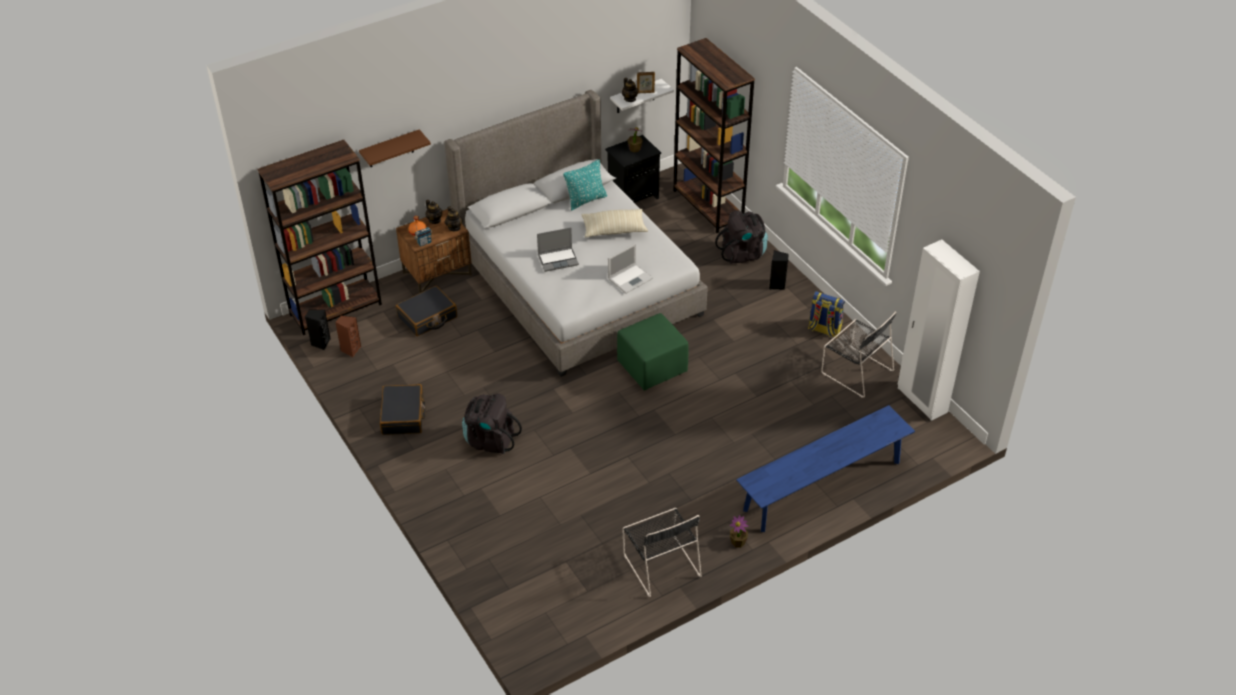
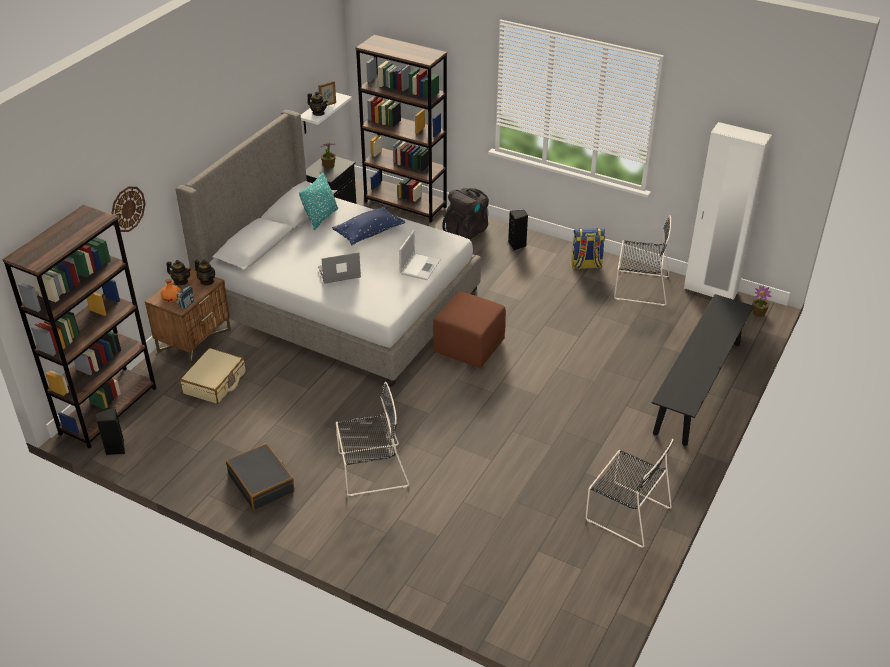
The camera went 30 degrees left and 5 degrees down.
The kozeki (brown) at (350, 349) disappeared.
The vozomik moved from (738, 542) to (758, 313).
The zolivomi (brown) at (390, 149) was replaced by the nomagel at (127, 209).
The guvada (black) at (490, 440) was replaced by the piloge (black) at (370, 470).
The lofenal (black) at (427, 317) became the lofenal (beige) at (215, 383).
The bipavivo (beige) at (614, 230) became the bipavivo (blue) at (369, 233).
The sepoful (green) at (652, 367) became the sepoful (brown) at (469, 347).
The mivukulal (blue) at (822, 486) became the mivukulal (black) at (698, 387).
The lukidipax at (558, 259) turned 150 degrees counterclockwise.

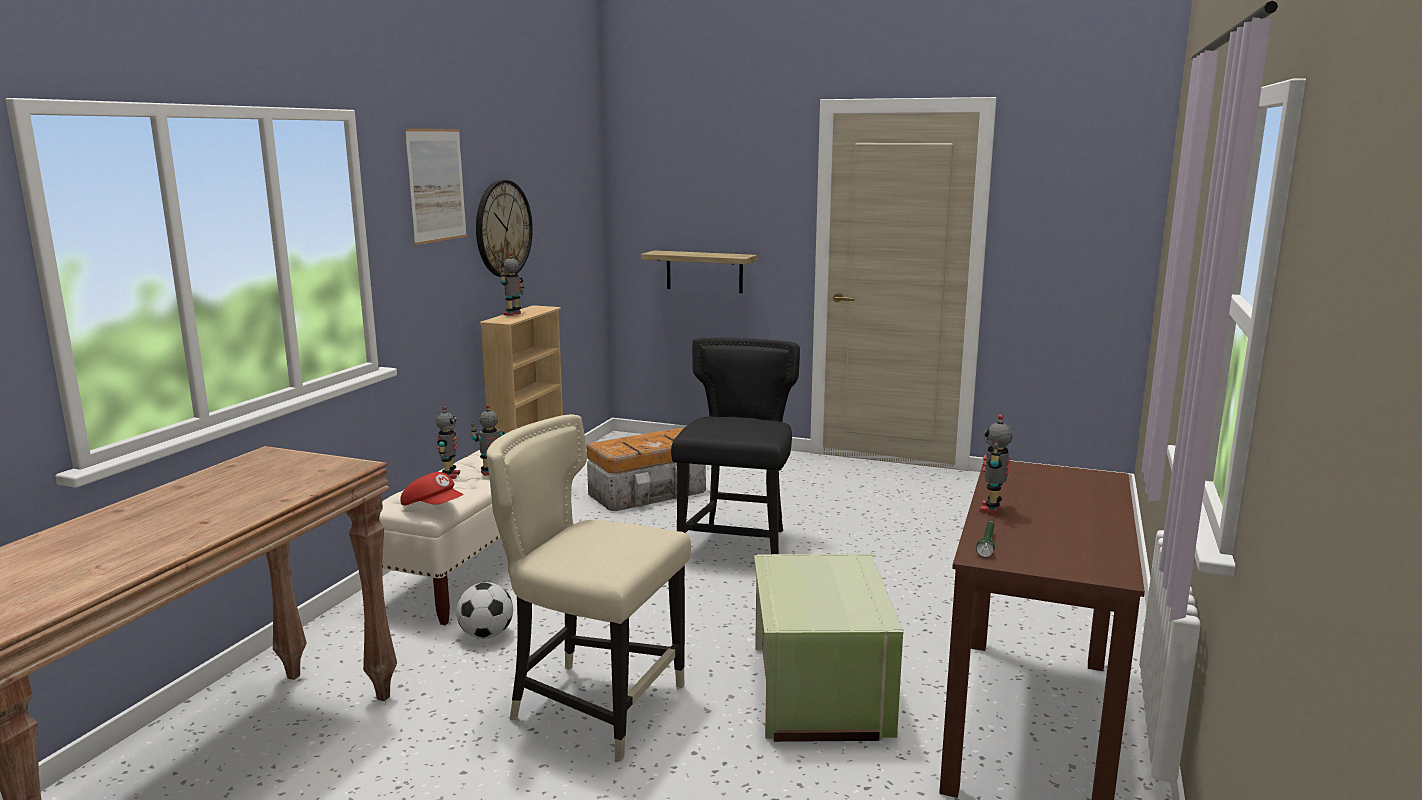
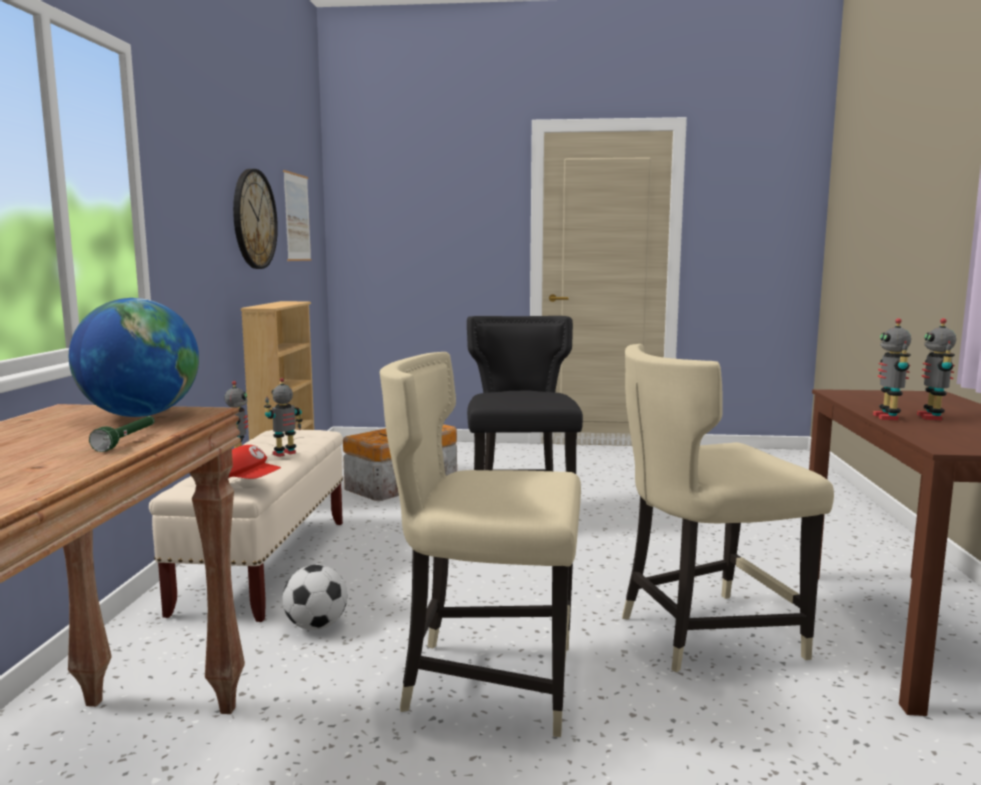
The camera went 15 degrees left and 5 degrees down.
The zolivomi at (704, 271) disappeared.
The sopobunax at (140, 415) appeared.
The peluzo moved from (436, 185) to (297, 217).
The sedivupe moved from (513, 314) to (932, 417).
The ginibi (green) moved from (987, 544) to (127, 441).
The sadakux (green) at (817, 690) was replaced by the piloge (beige) at (704, 634).

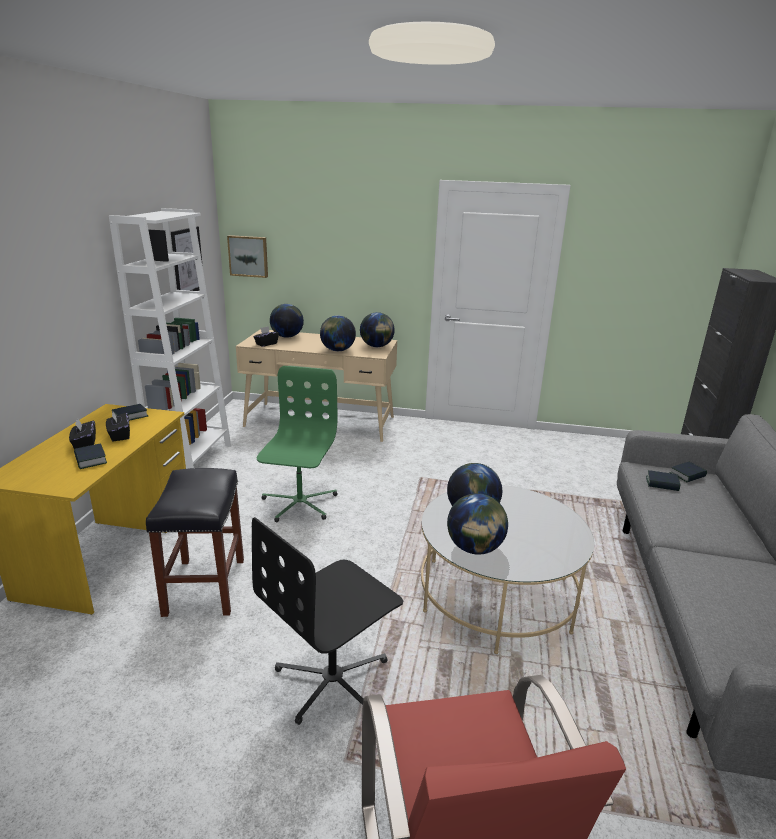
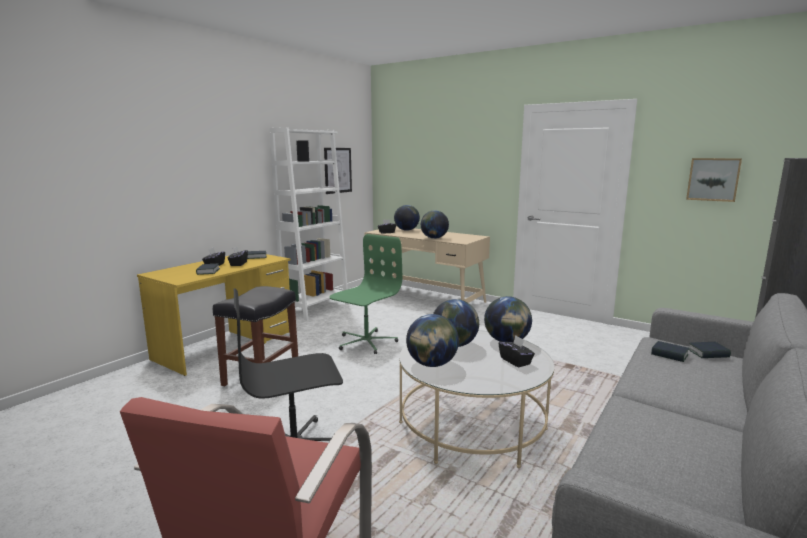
The camera went 25 degrees right and 10 degrees down.
The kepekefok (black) at (515, 361) appeared.
The peluzo moved from (248, 256) to (713, 179).
The sopobunax moved from (377, 346) to (507, 341).

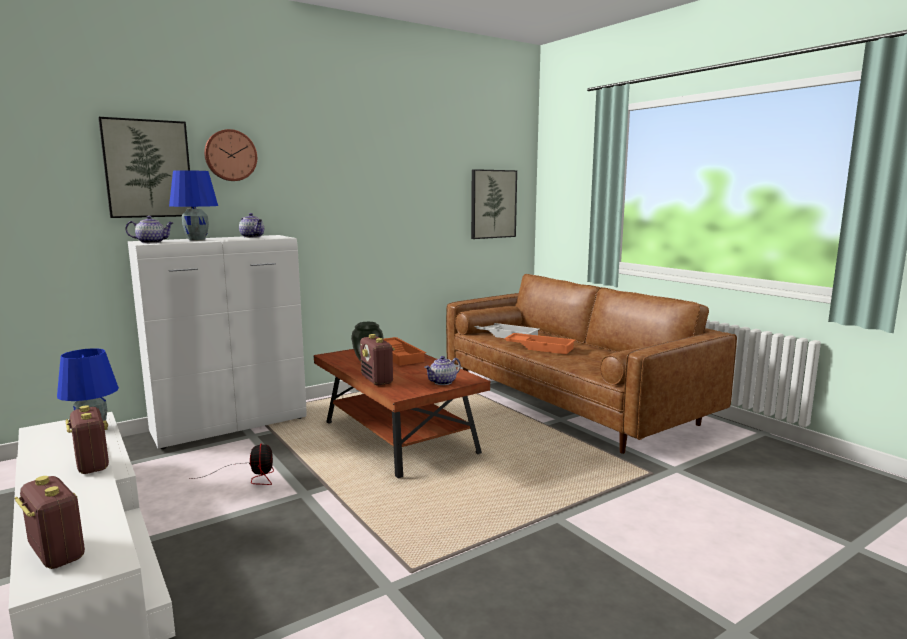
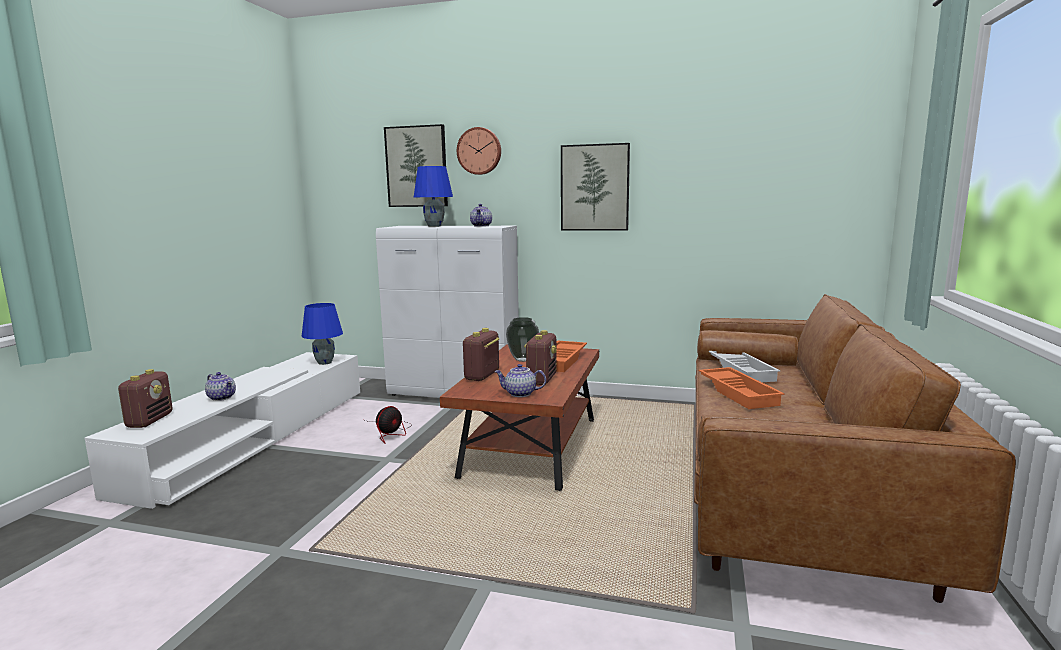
The camera went 50 degrees right and 0 degrees up.
The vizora moved from (92, 464) to (541, 379).
The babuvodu moved from (152, 242) to (222, 397).
The peluzo moved from (493, 204) to (595, 188).

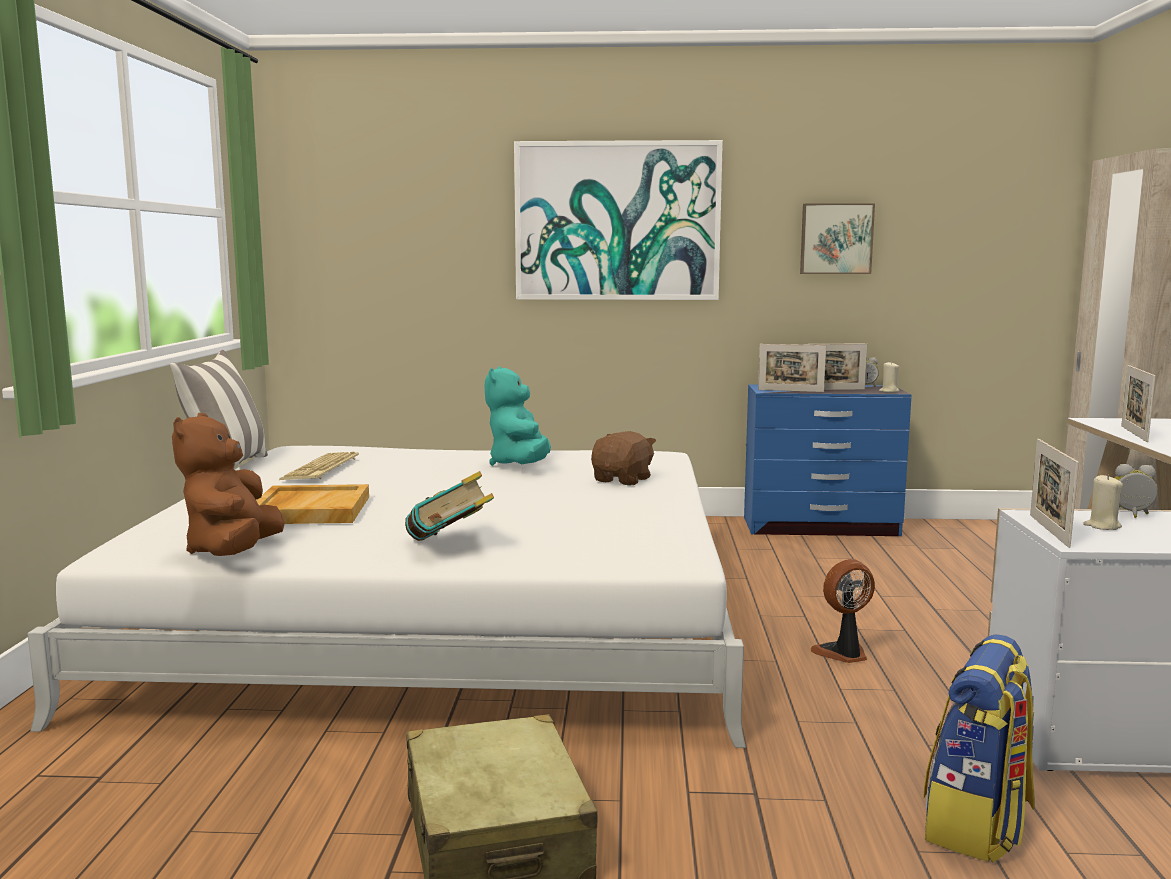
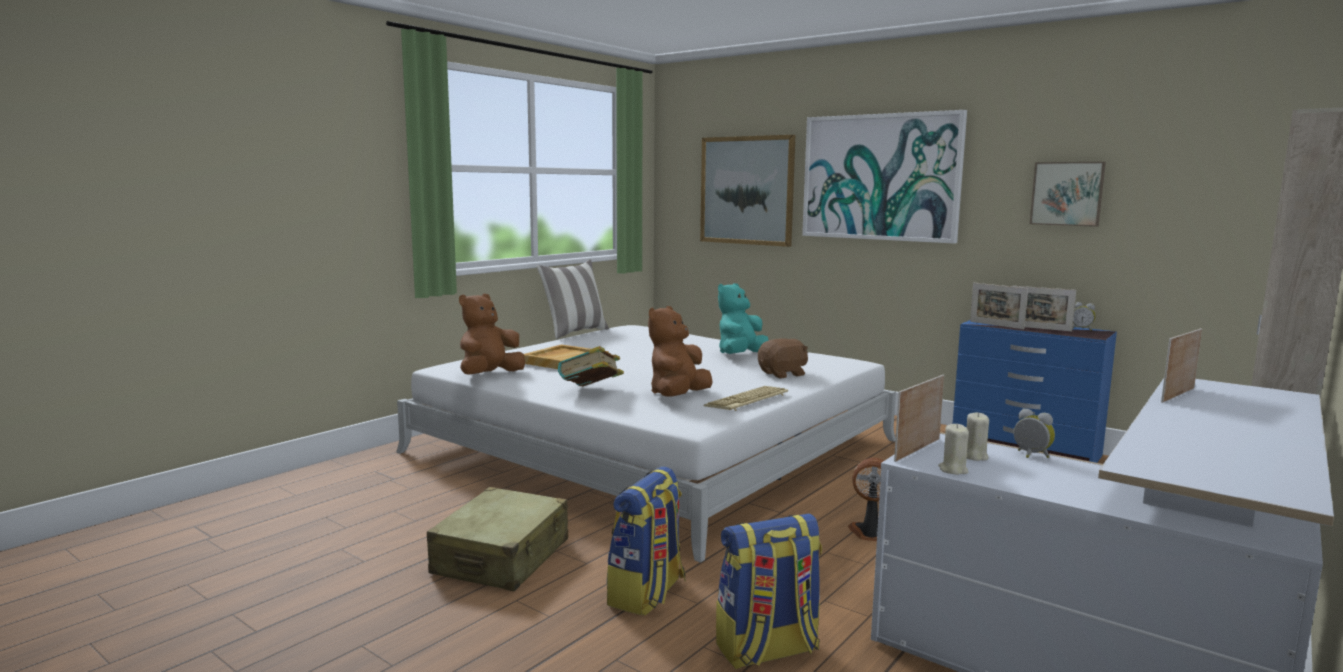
The camera went 35 degrees right and 0 degrees up.
The guvada at (647, 594) appeared.
The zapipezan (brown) at (678, 396) appeared.
The peluzo at (746, 190) appeared.
The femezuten moved from (322, 468) to (748, 400).
The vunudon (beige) moved from (889, 391) to (953, 470).

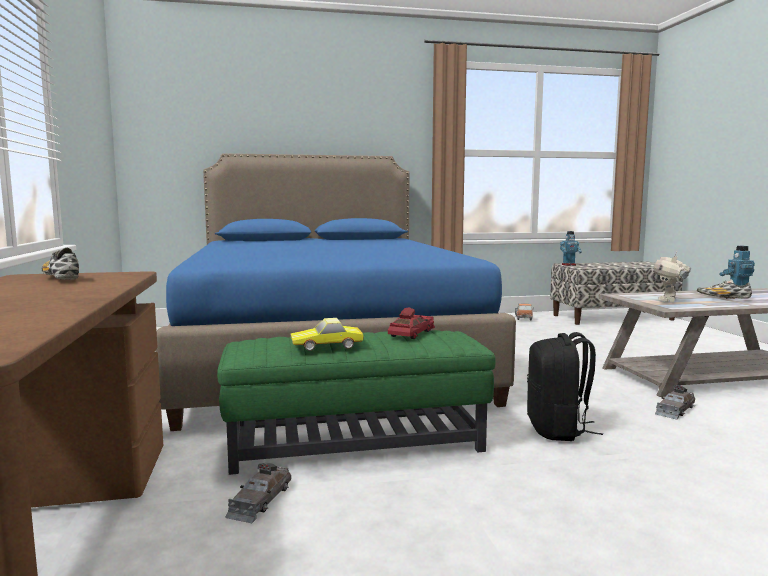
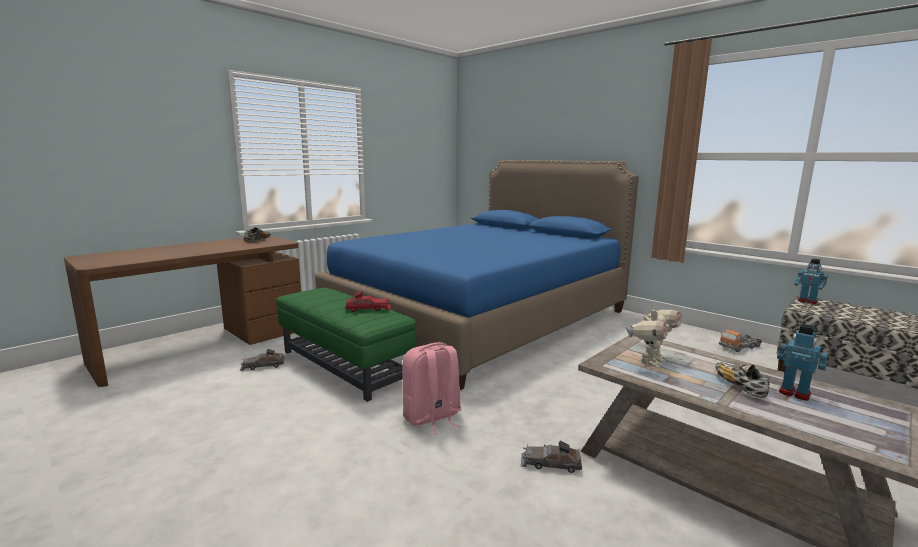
The camera went 55 degrees right and 5 degrees up.
The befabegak at (327, 345) disappeared.
The guvada (black) at (557, 430) became the guvada (pink) at (432, 417).
The sedivupe at (669, 301) turned 135 degrees clockwise.

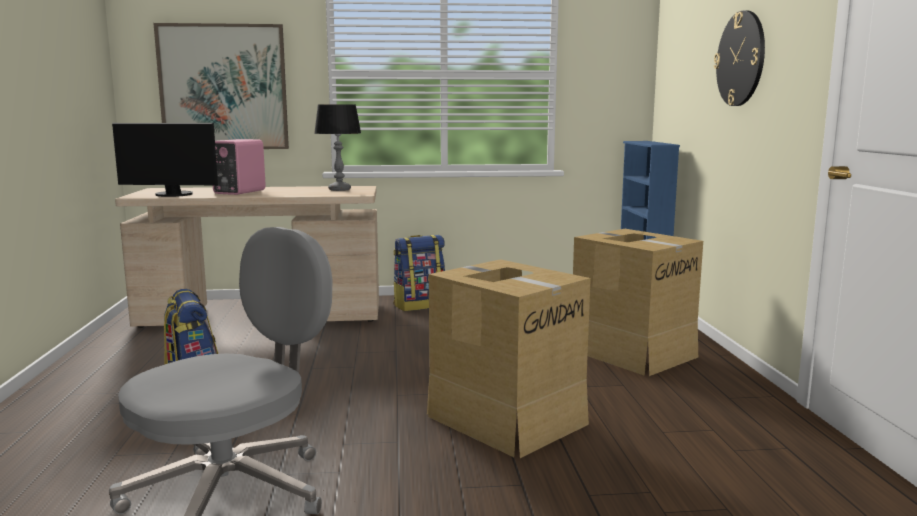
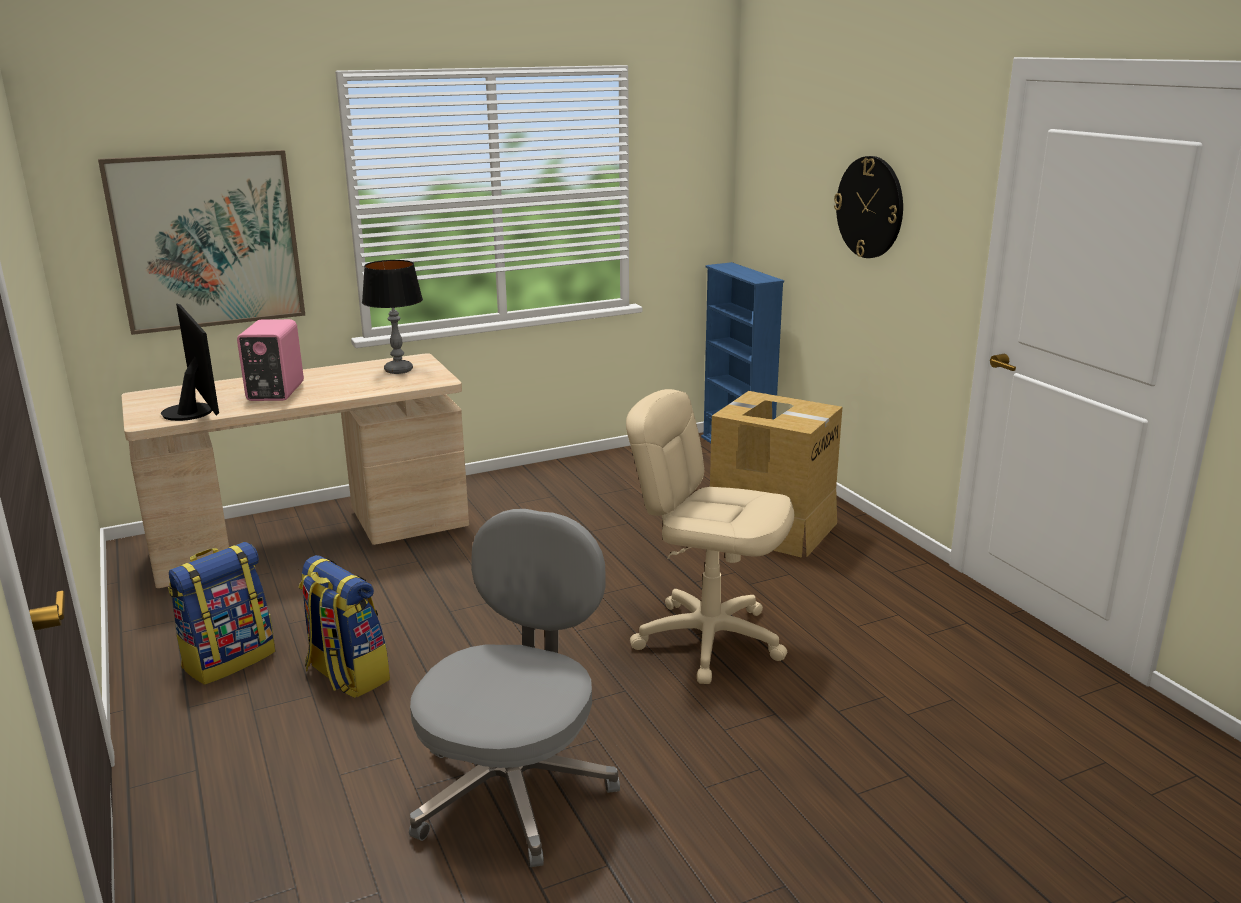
The camera went 20 degrees left and 10 degrees up.
The guvada moved from (419, 305) to (229, 659).
The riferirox at (506, 419) was replaced by the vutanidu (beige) at (709, 640).
The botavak at (172, 195) turned 105 degrees counterclockwise.

